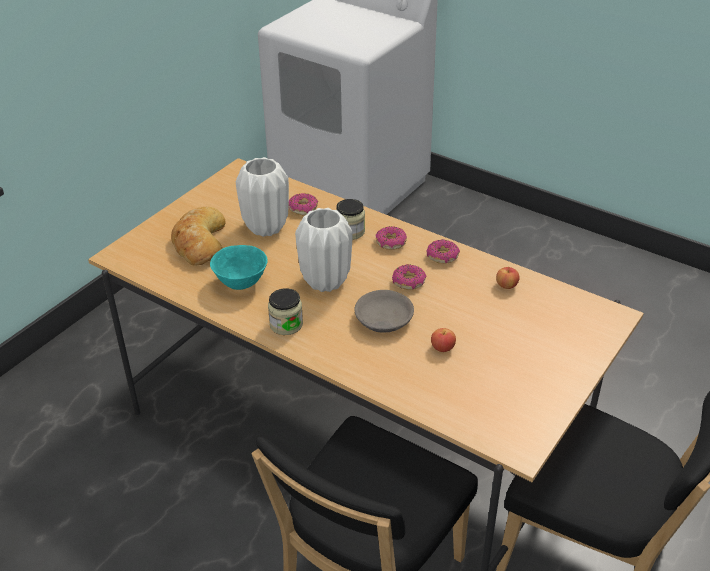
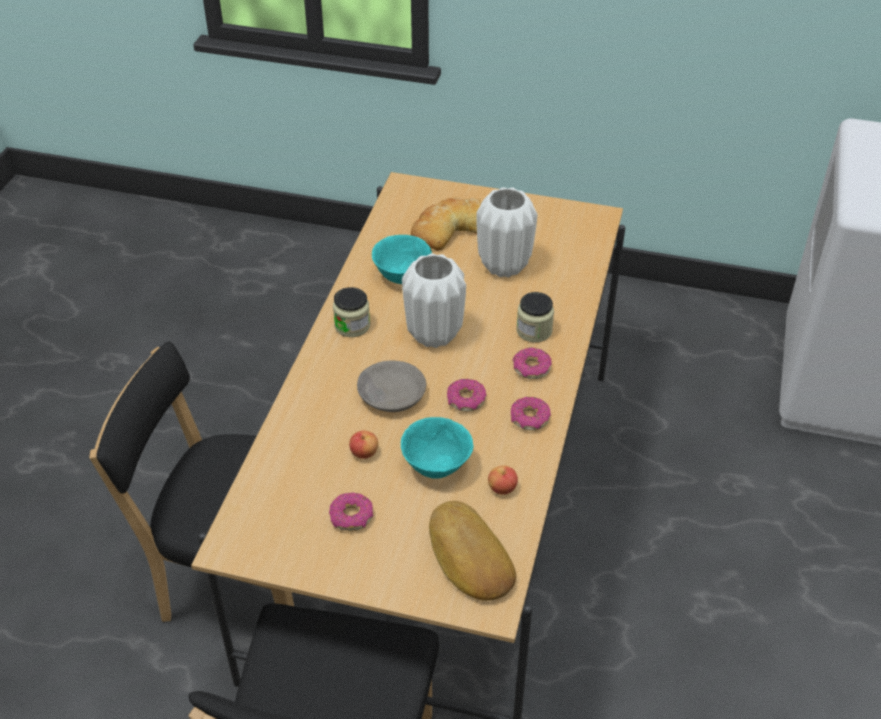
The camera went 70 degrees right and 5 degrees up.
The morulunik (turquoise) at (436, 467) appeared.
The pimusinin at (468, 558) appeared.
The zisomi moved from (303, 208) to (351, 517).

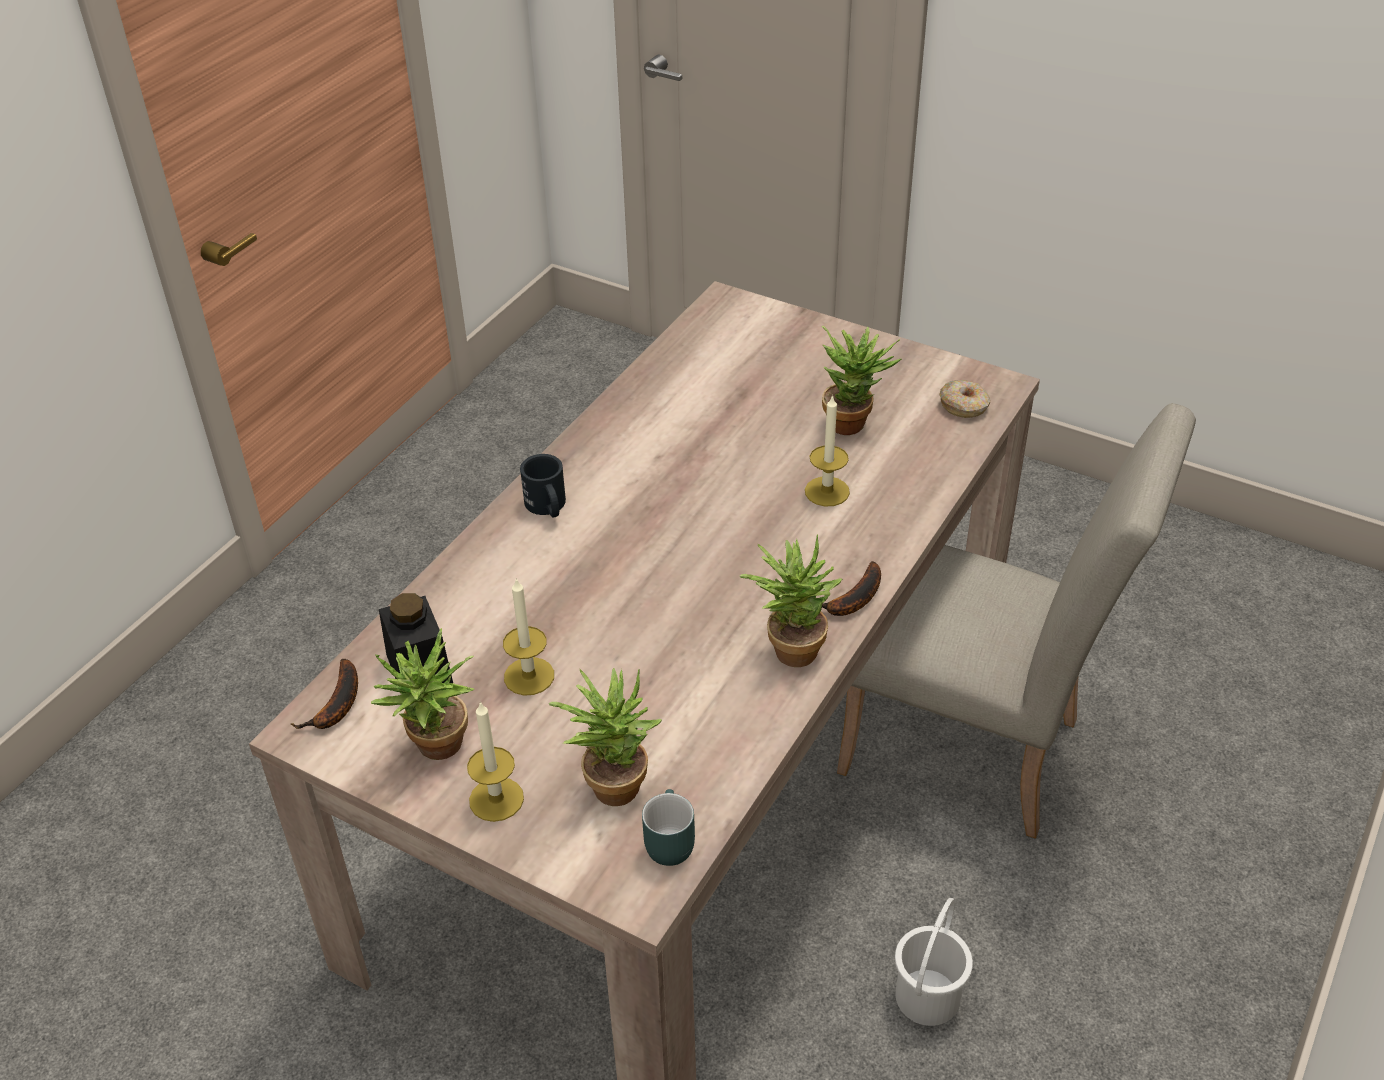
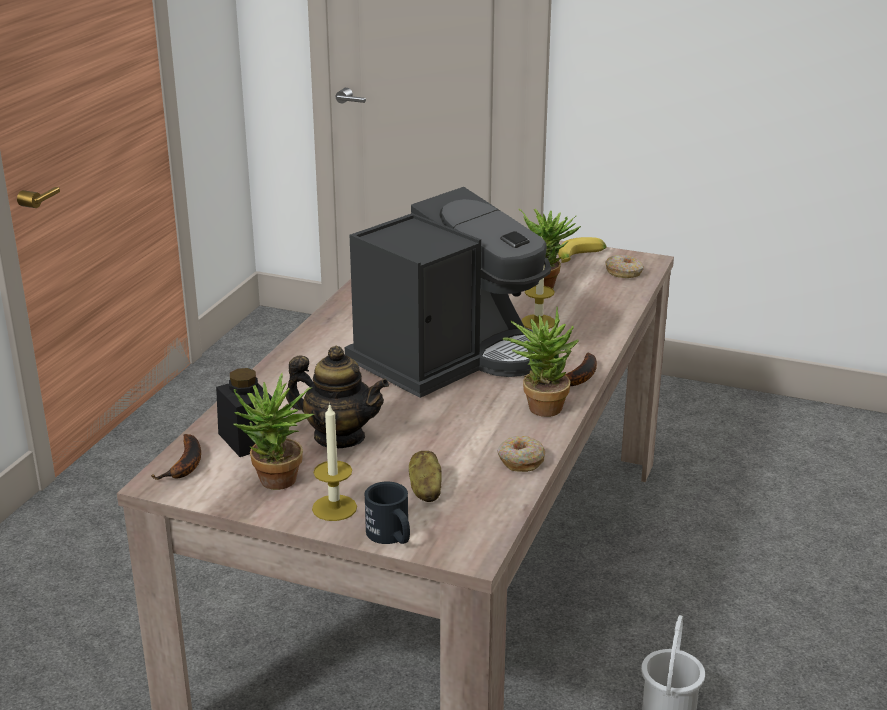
The camera went 10 degrees left and 15 degrees down.
The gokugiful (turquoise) at (666, 841) disappeared.
The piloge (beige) at (978, 753) disappeared.
The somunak at (450, 357) appeared.
The zisomi at (520, 460) appeared.
The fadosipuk at (581, 259) appeared.
The gokugiful (black) moved from (548, 507) to (392, 536).
The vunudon at (529, 676) was replaced by the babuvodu at (339, 437).
The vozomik at (612, 781) was replaced by the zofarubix at (425, 490).

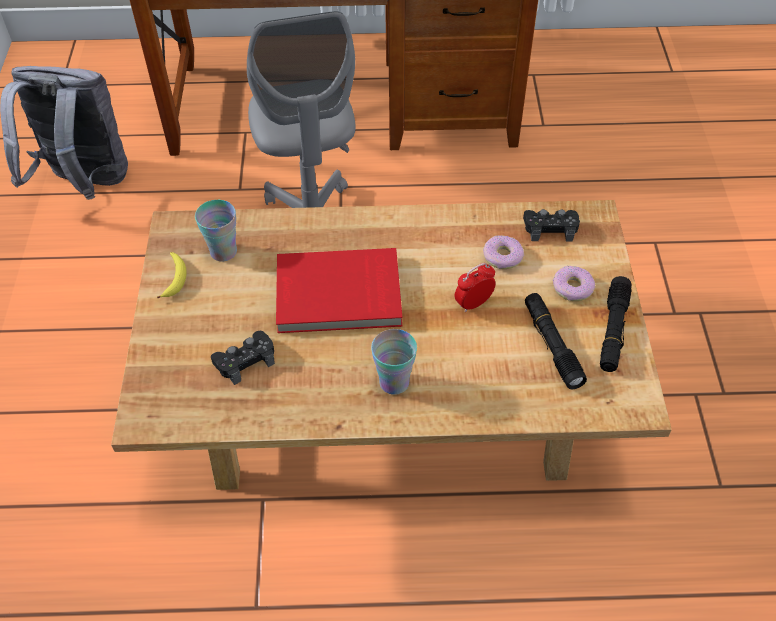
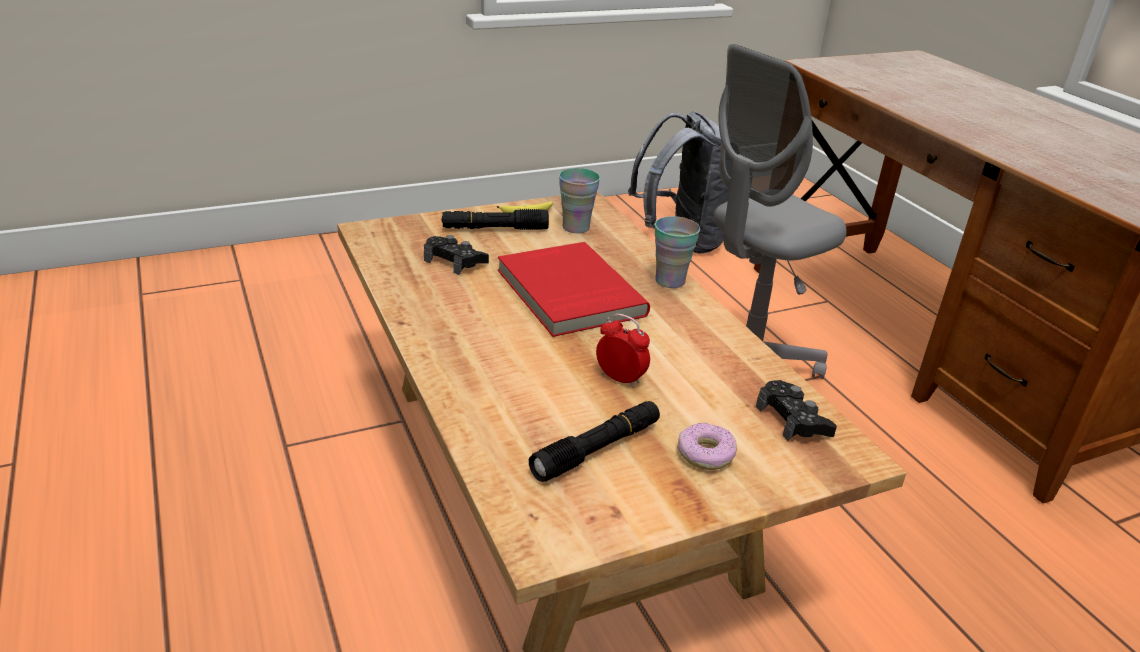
The camera went 65 degrees right and 20 degrees down.
The zisomi at (502, 257) disappeared.
The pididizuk moved from (394, 382) to (670, 281).
The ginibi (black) moved from (613, 330) to (495, 229).

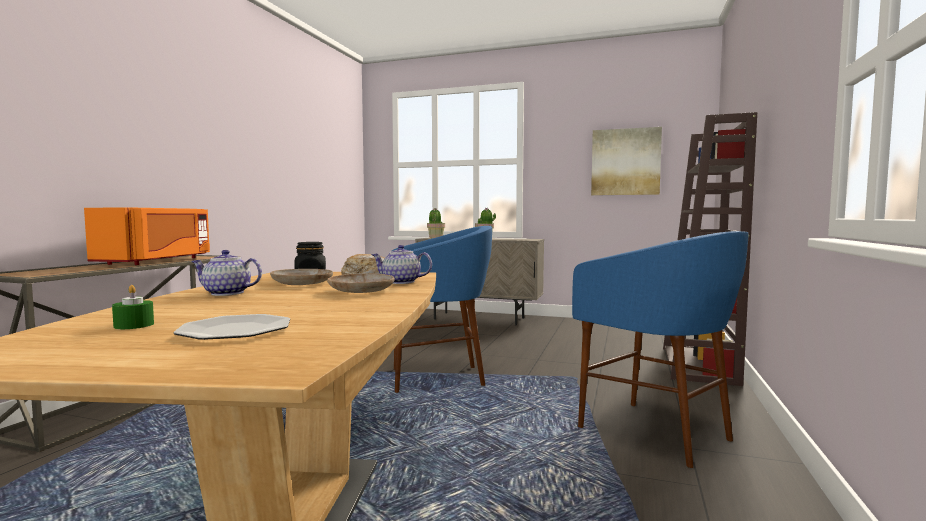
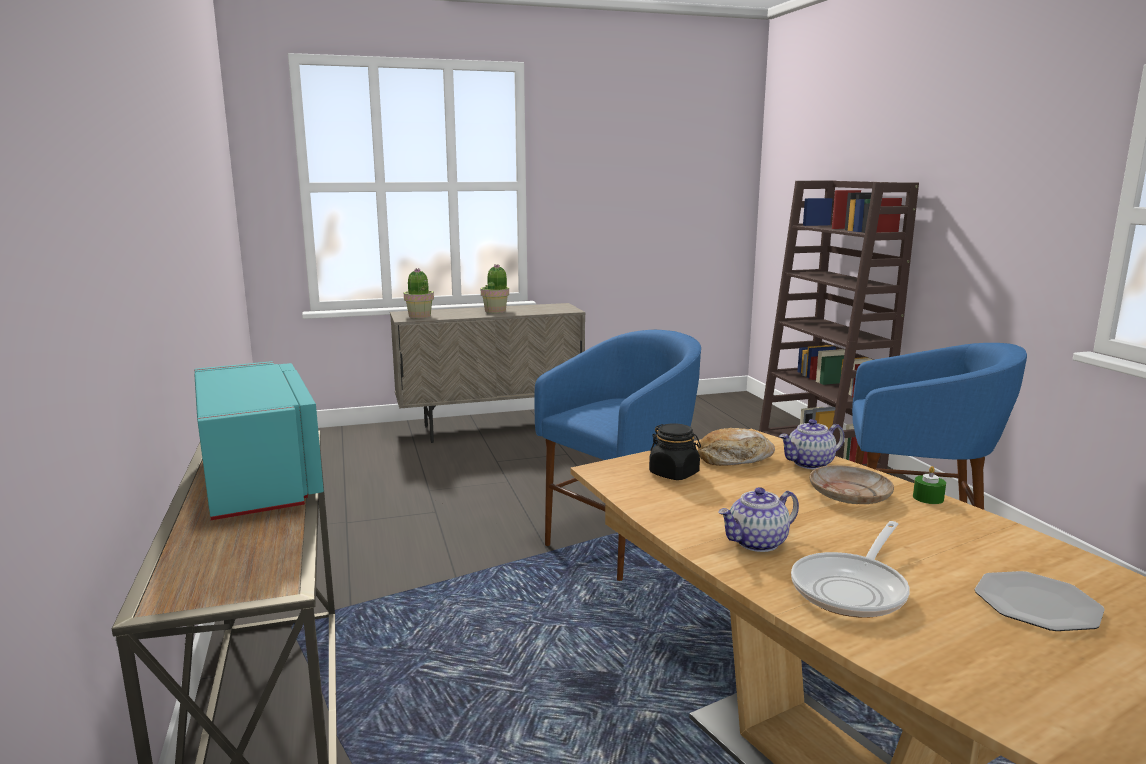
The camera went 35 degrees left and 10 degrees up.
The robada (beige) at (302, 283) disappeared.
The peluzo at (625, 162) disappeared.
The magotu at (852, 589) appeared.
The vunudon (green) moved from (134, 325) to (928, 498).
The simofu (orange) at (156, 261) became the simofu (turquoise) at (260, 481).

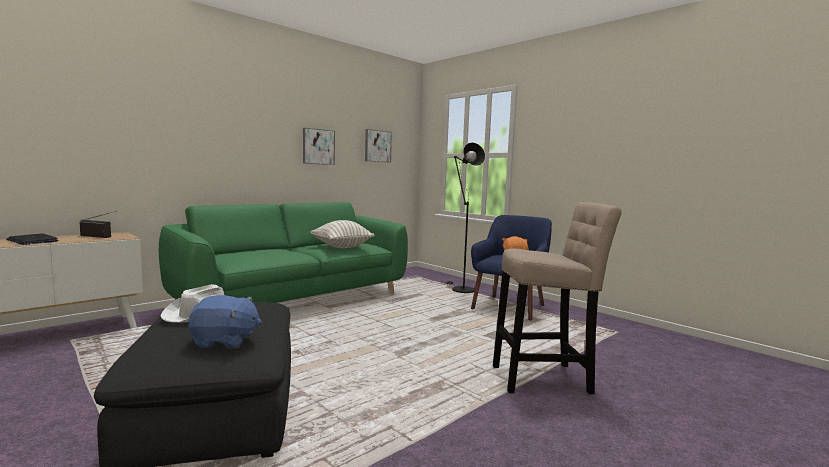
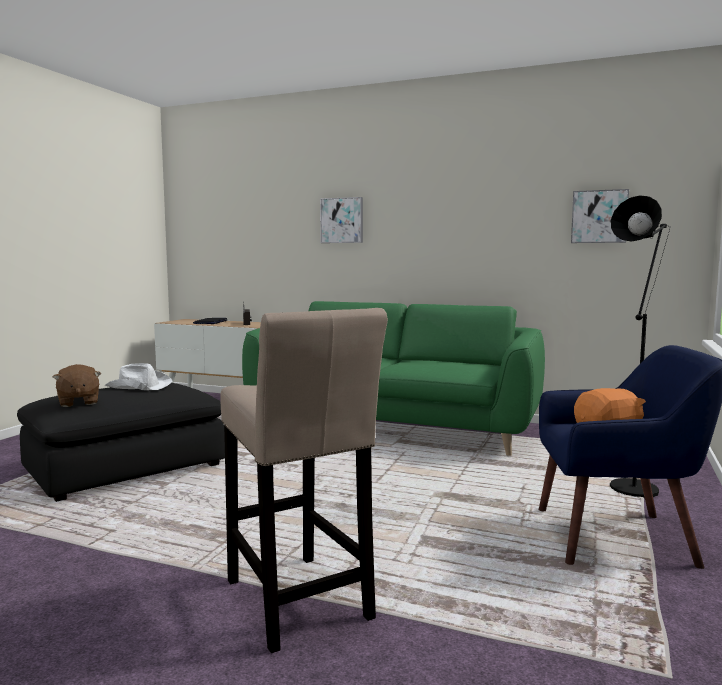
The camera went 65 degrees right and 0 degrees up.
The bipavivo at (342, 247) disappeared.
The peluzo moved from (318, 146) to (342, 220).
The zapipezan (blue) at (225, 341) became the zapipezan (brown) at (78, 402).

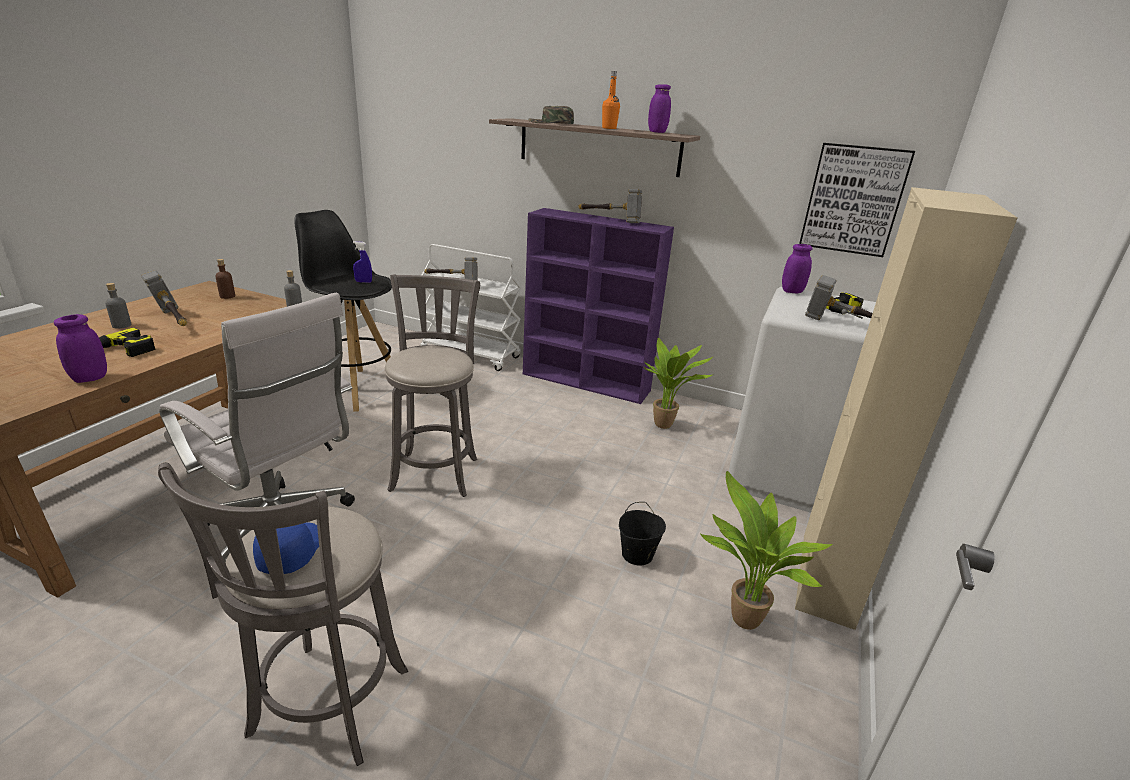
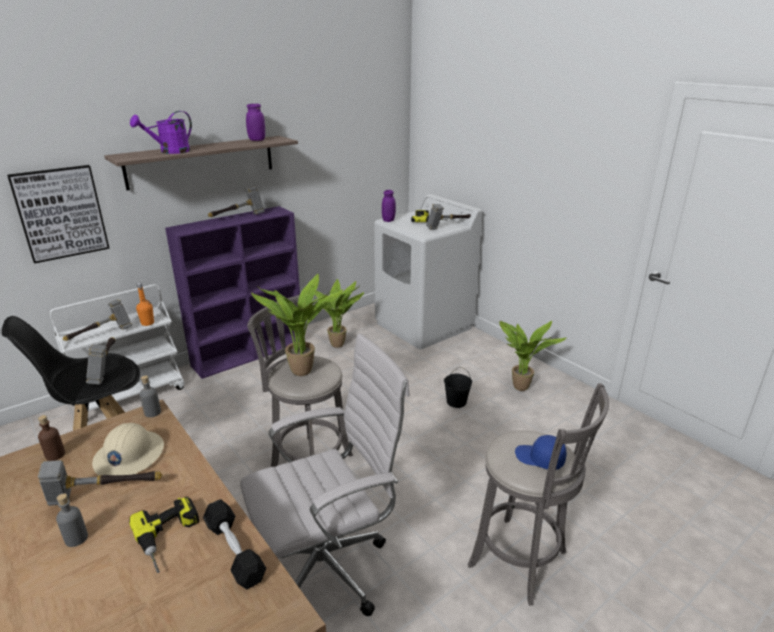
The camera went 60 degrees left and 0 degrees up.
The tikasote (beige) at (827, 578) disappeared.
The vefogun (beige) at (129, 456) appeared.
The vozomik at (303, 373) appeared.
The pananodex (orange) moved from (609, 128) to (147, 323).
The peluzo moved from (853, 200) to (61, 213).
The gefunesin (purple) at (90, 378) was replaced by the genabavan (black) at (234, 551).
The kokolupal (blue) at (363, 282) was replaced by the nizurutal at (106, 367).
The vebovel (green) at (550, 123) was replaced by the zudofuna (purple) at (170, 152).

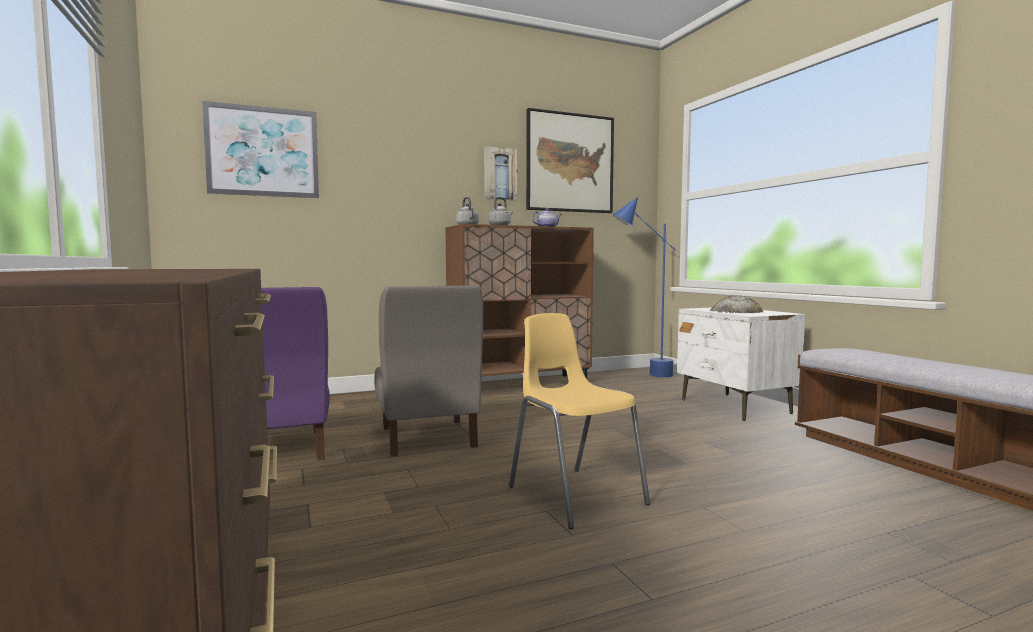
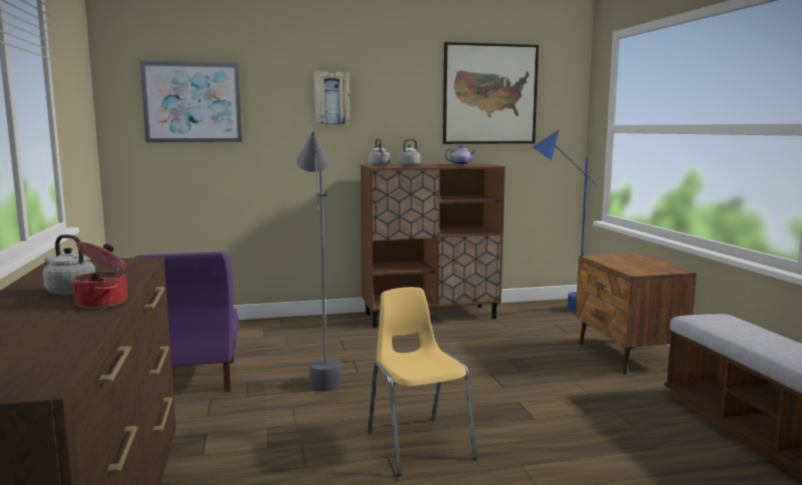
The camera went 10 degrees right and 5 degrees up.
The pimusinin at (736, 311) disappeared.
The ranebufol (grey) at (69, 291) appeared.
The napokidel at (104, 302) appeared.
The peluzo moved from (500, 174) to (331, 98).
The piloge (grey) at (427, 437) was replaced by the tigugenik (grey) at (321, 374).
The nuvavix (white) at (734, 406) became the nuvavix (brown) at (627, 356).

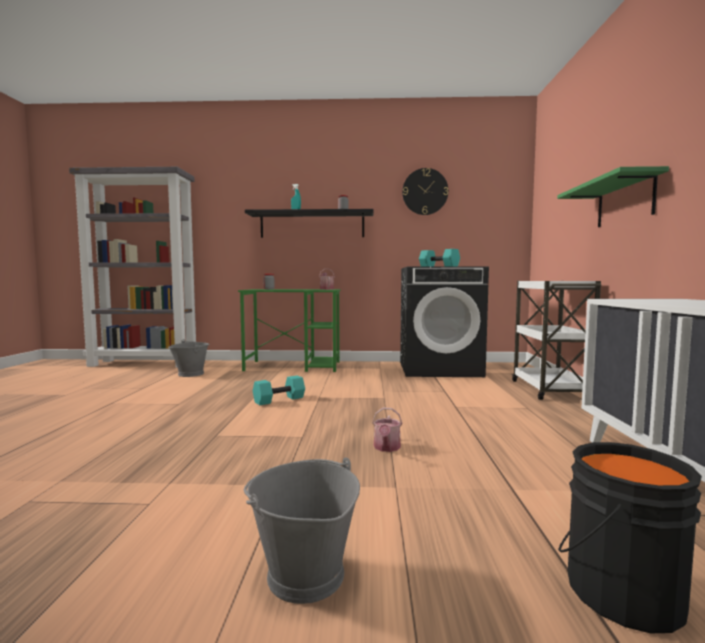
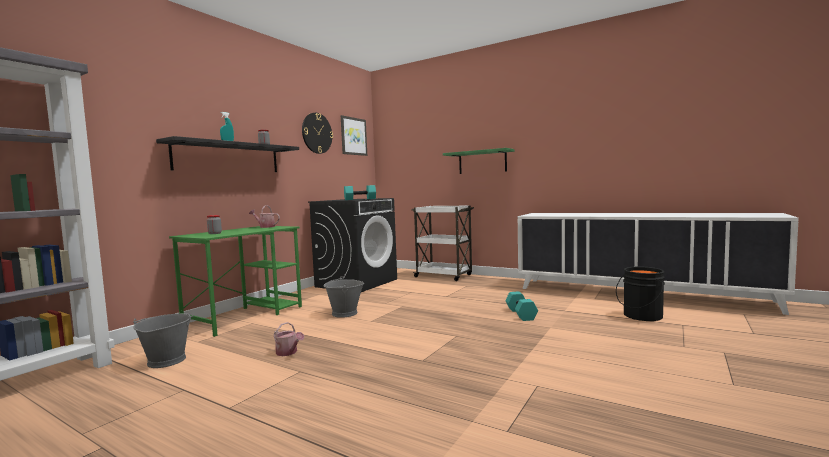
The camera went 60 degrees left and 0 degrees up.
The peluzo at (353, 136) appeared.
The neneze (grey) moved from (304, 575) to (344, 313).
The genabavan (turquoise) moved from (279, 400) to (520, 314).
The zudofuna moved from (386, 448) to (288, 353).

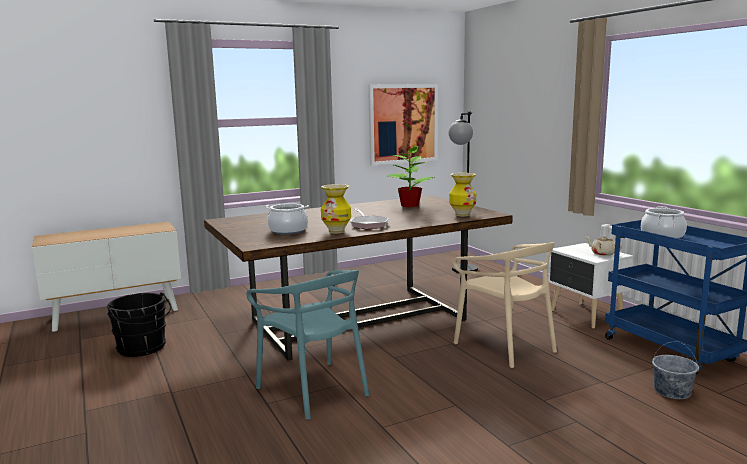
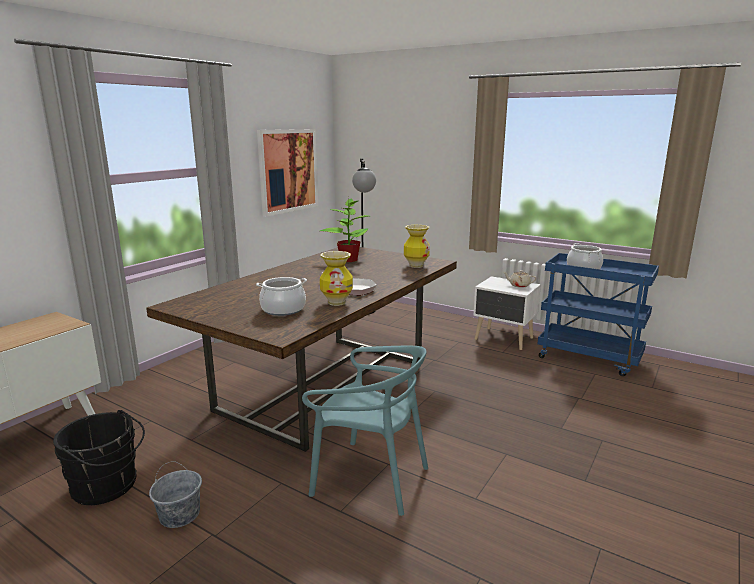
The camera went 30 degrees left and 5 degrees up.
The piloge (beige) at (505, 346) disappeared.
The neneze (grey) moved from (671, 391) to (179, 514).

